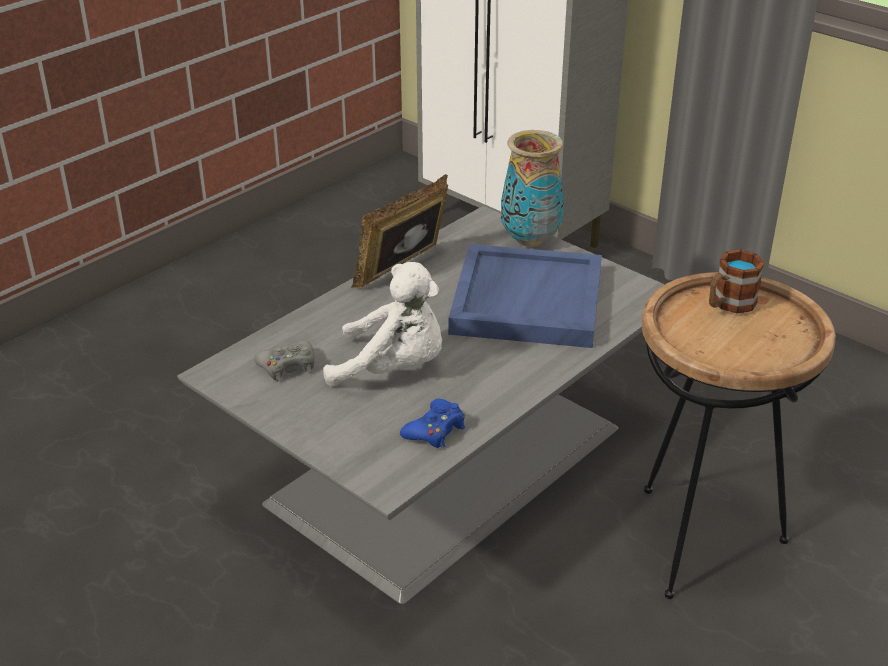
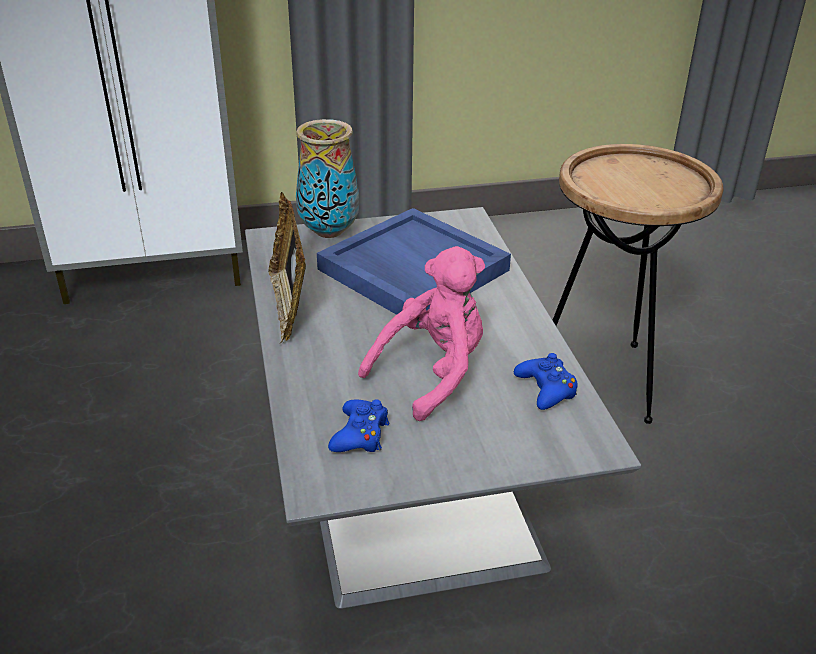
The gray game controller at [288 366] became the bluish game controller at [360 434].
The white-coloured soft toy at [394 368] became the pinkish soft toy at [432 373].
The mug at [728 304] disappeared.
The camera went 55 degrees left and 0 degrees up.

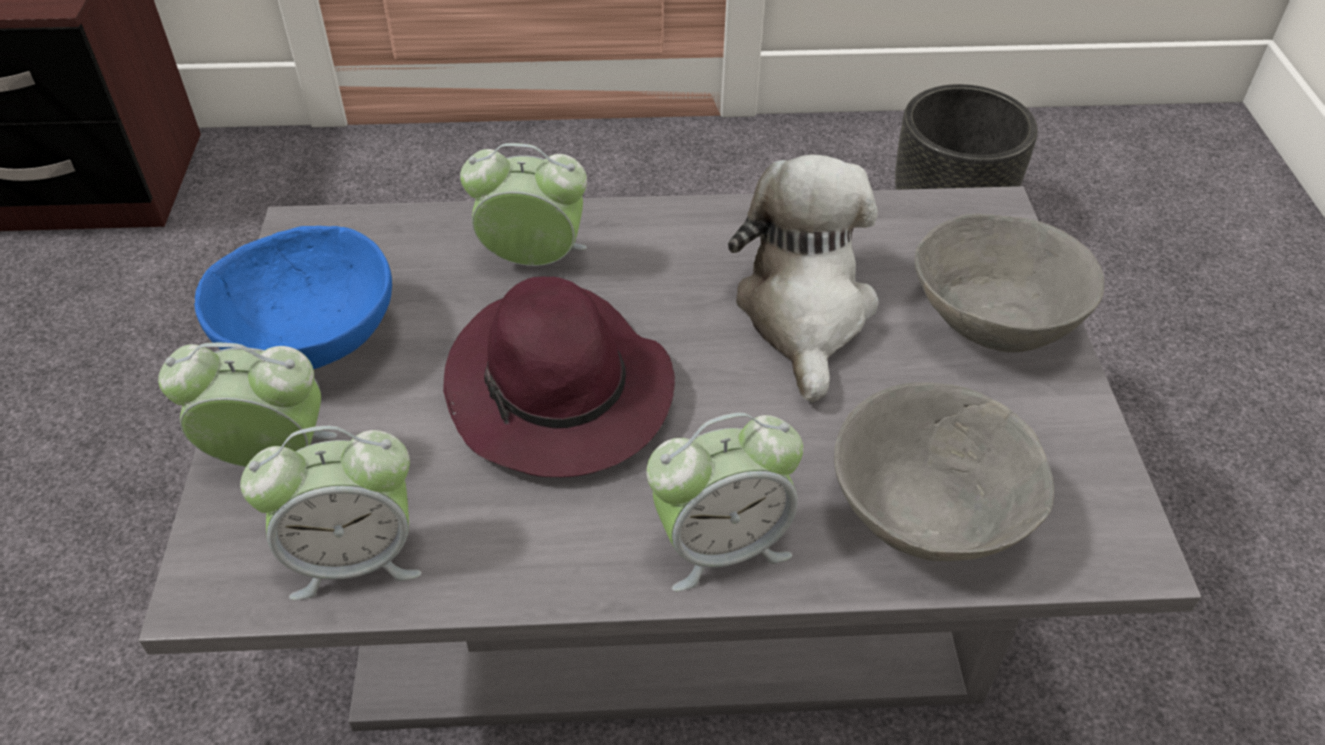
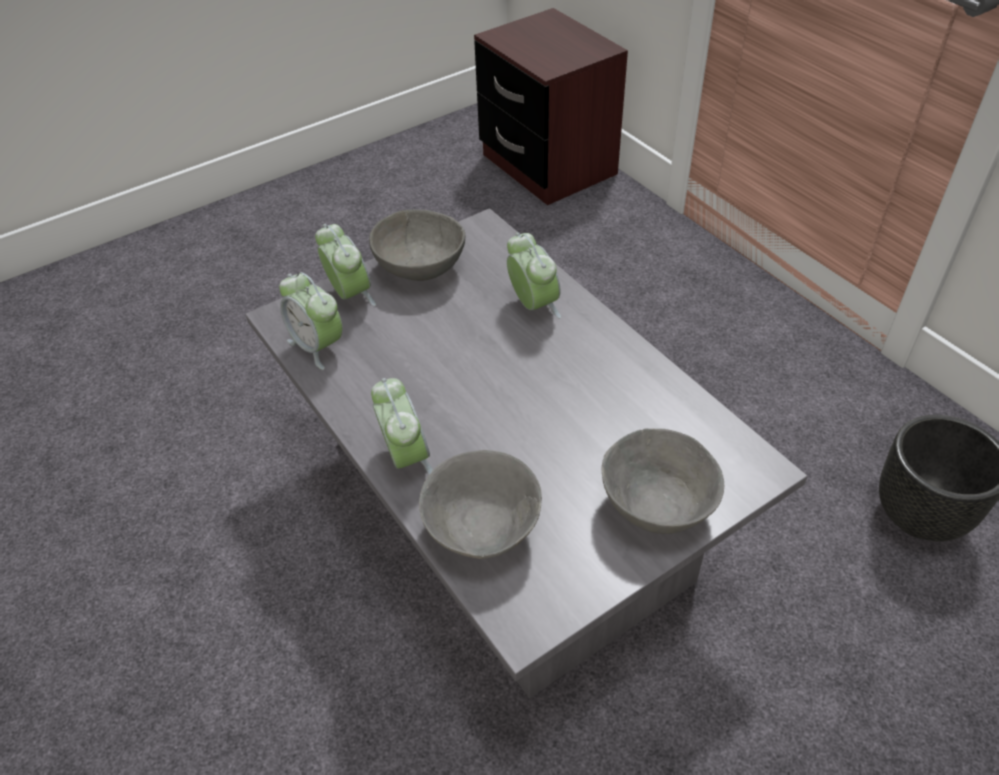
The bluish deep dish at [309 342] became the gray deep dish at [419 268].
The table clock at [721 545] turned 150 degrees counterclockwise.
The purple-coloured clothing hat at [560 393] disappeared.
The soft toy at [804 314] disappeared.
The camera went 60 degrees right and 0 degrees up.

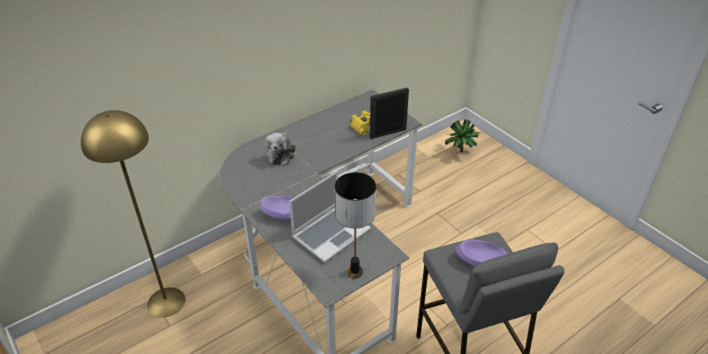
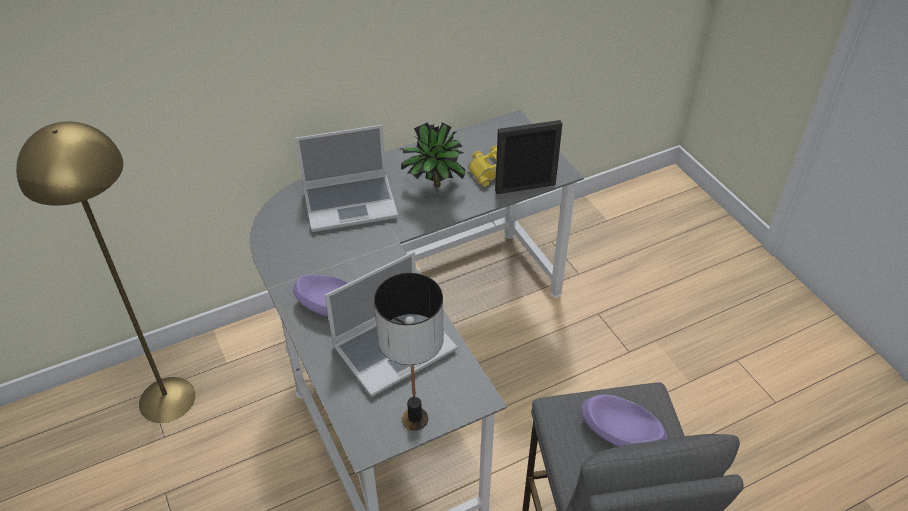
The soft toy at [280 154] was replaced by the laptop at [351 203].
The potted plant moved from [460 152] to [433 188].
The camera went 10 degrees right and 5 degrees up.

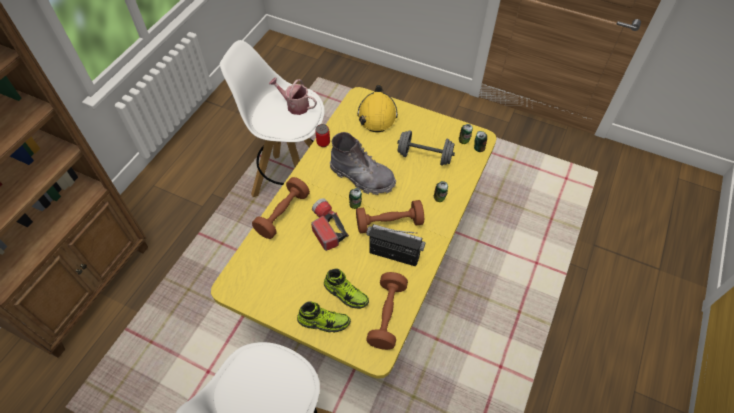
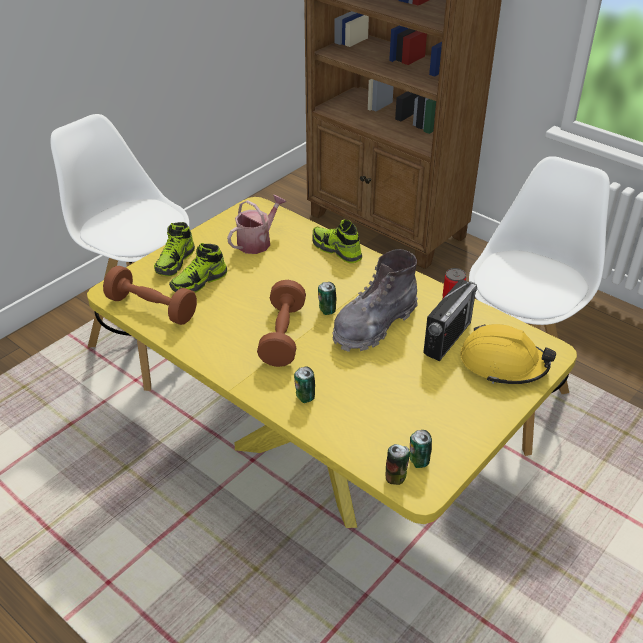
The sprinkling can moved from [295 105] to [257 242].
The brown dumbbell at [283 214] was replaced by the shoe at [336 250].
The radio set moved from [394 254] to [447 338].
The torch at [326 228] disappeared.
The gray dumbbell at [424 156] disappeared.
The camera went 105 degrees right and 15 degrees down.

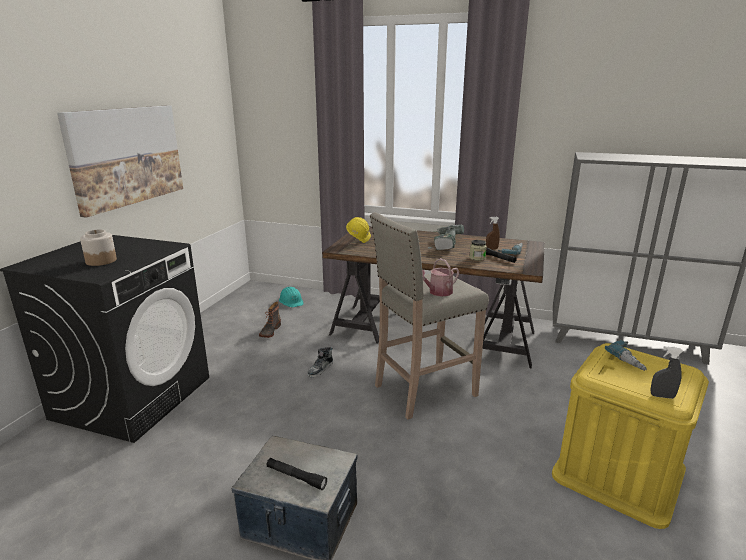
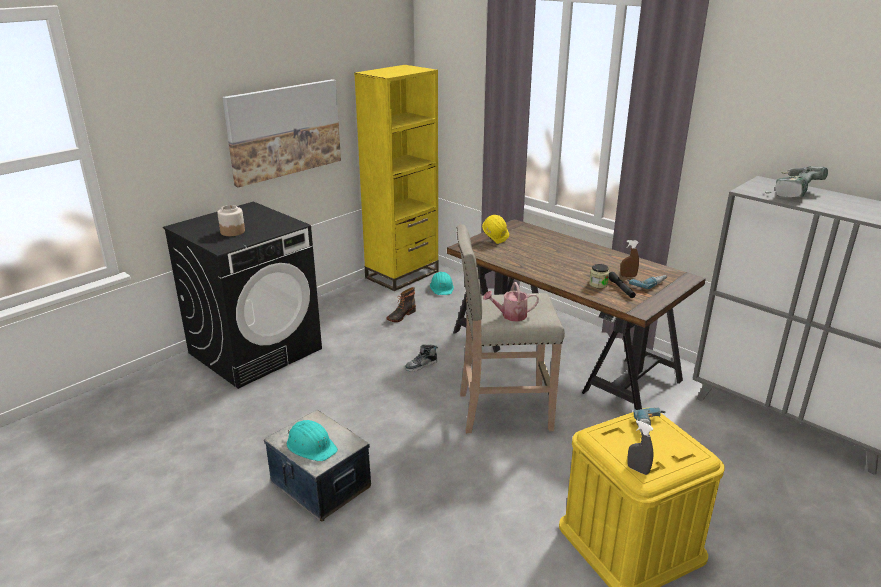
The blackish torch at [296 477] was replaced by the turquoise safety helmet at [311 446].
The yellowish bookcase at [402 274] appeared.
The electric drill moved from [444 245] to [792 192].
The camera went 25 degrees right and 5 degrees up.

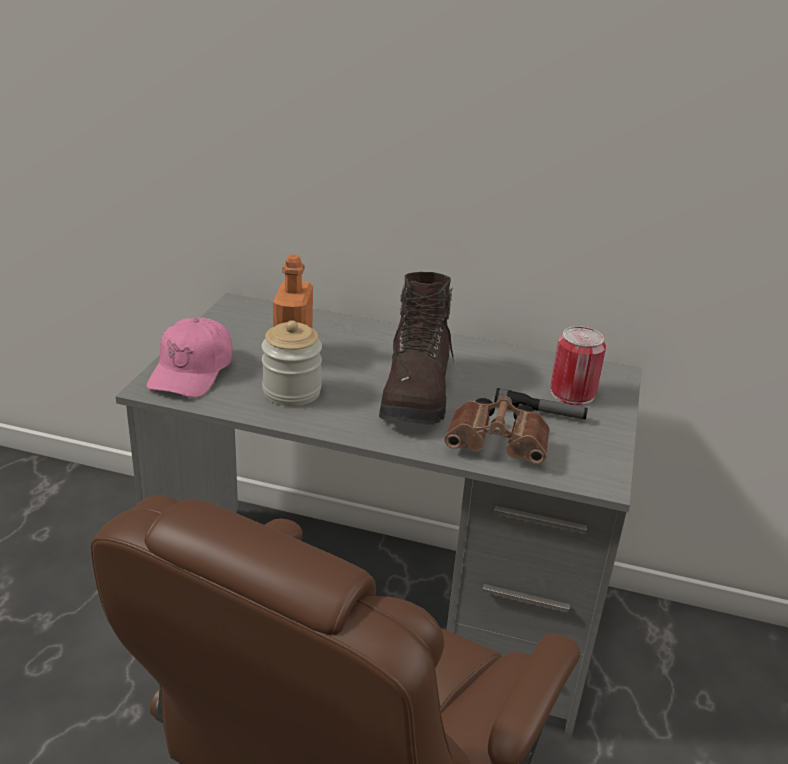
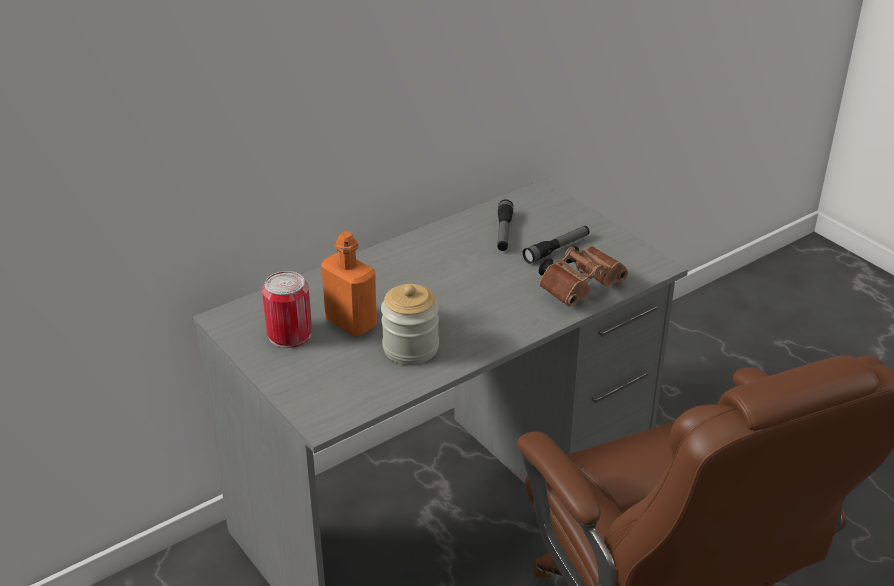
The sealed can moved from [572 393] to [289 334].
The torch at [503 232] appeared.
The pinkish cap at [192 371] disappeared.
The brown boot at [416 393] disappeared.
The camera went 50 degrees left and 5 degrees up.

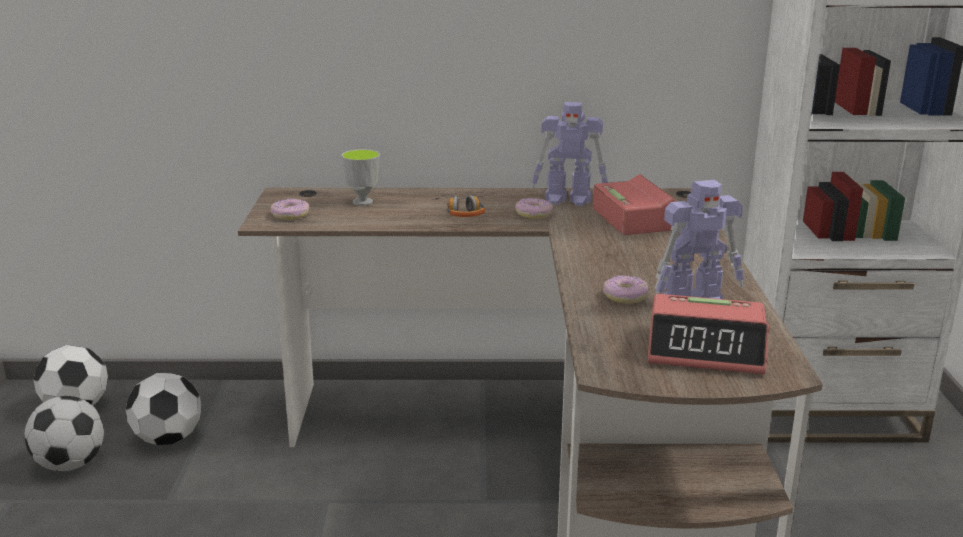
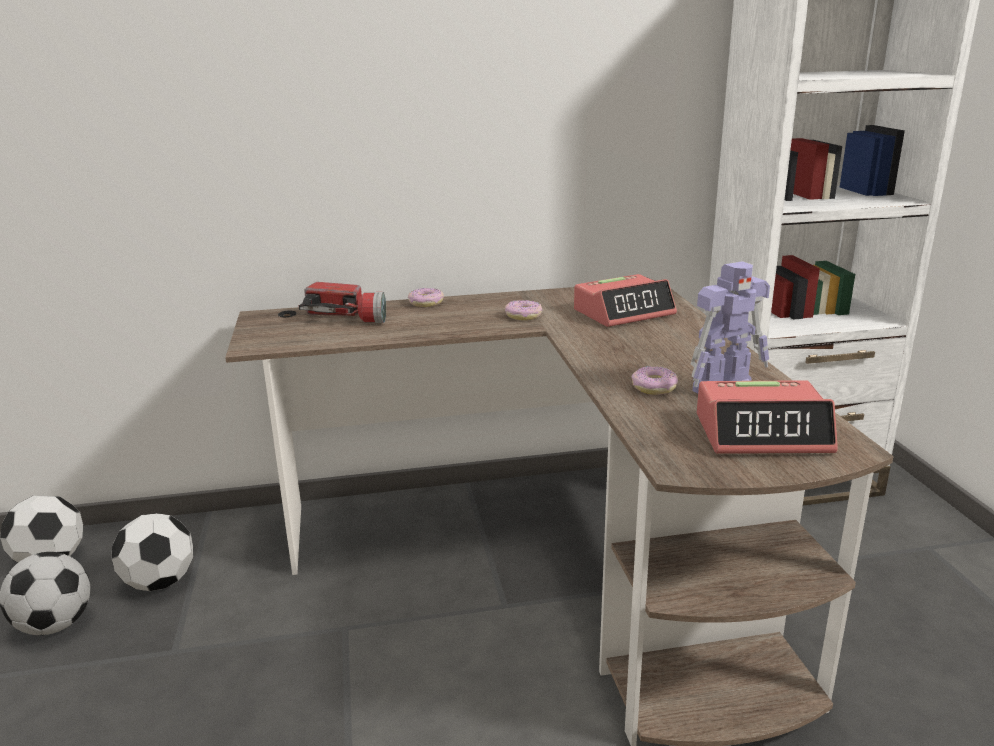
The small cup at [362 202] was replaced by the torch at [347 318].
The donut moved from [290 215] to [426 303].
The table clock at [637 219] turned 90 degrees clockwise.
The headphones at [463 211] disappeared.
The model robot at [569 200] disappeared.
The camera went 10 degrees left and 0 degrees up.

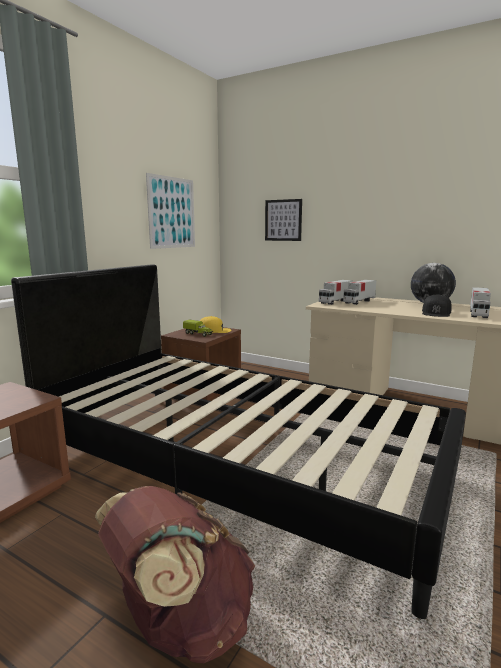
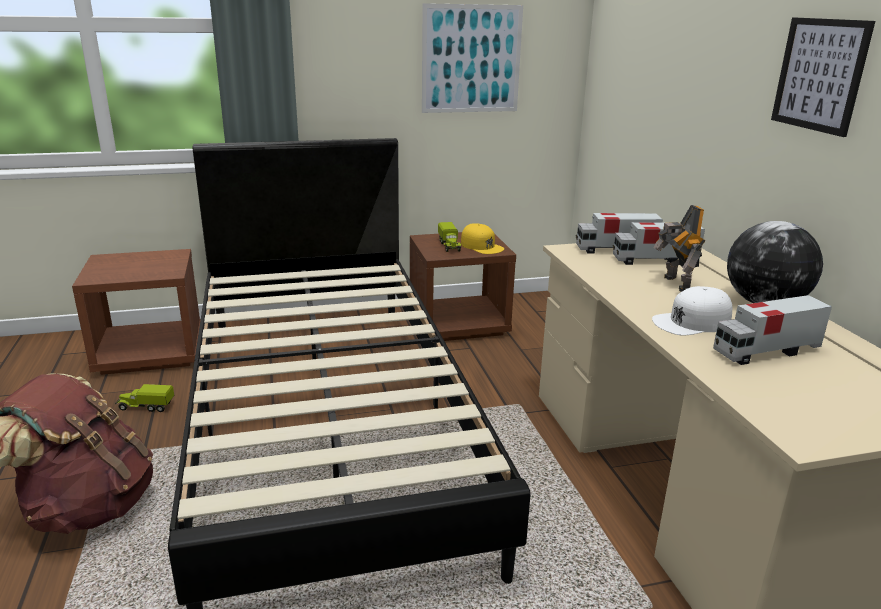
The model truck at [145 407] appeared.
The blackish cap at [436 312] became the white-coloured cap at [692 322].
The model robot at [674 284] appeared.
The wall art moved from [283 220] to [819 75].
The camera went 45 degrees right and 10 degrees up.

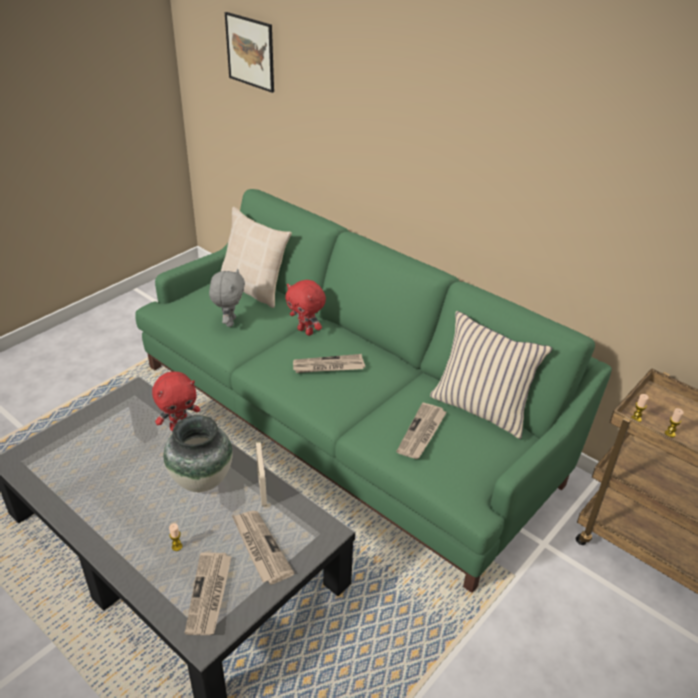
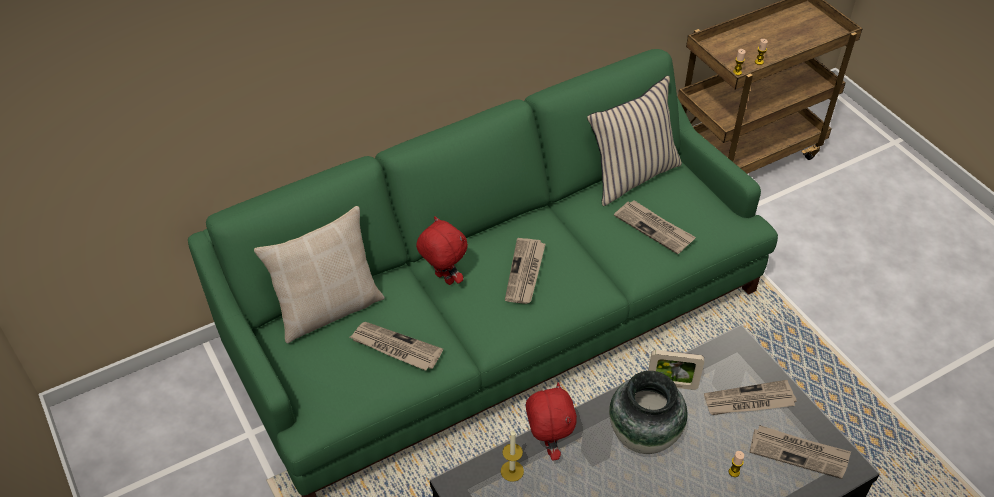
The gray soft toy at [229 322] was replaced by the newspaper at [395 348].
The red soft toy at [306 331] turned 105 degrees counterclockwise.
The candle at [512 471] appeared.
The wall art at [250 52] disappeared.
The camera went 70 degrees left and 10 degrees up.

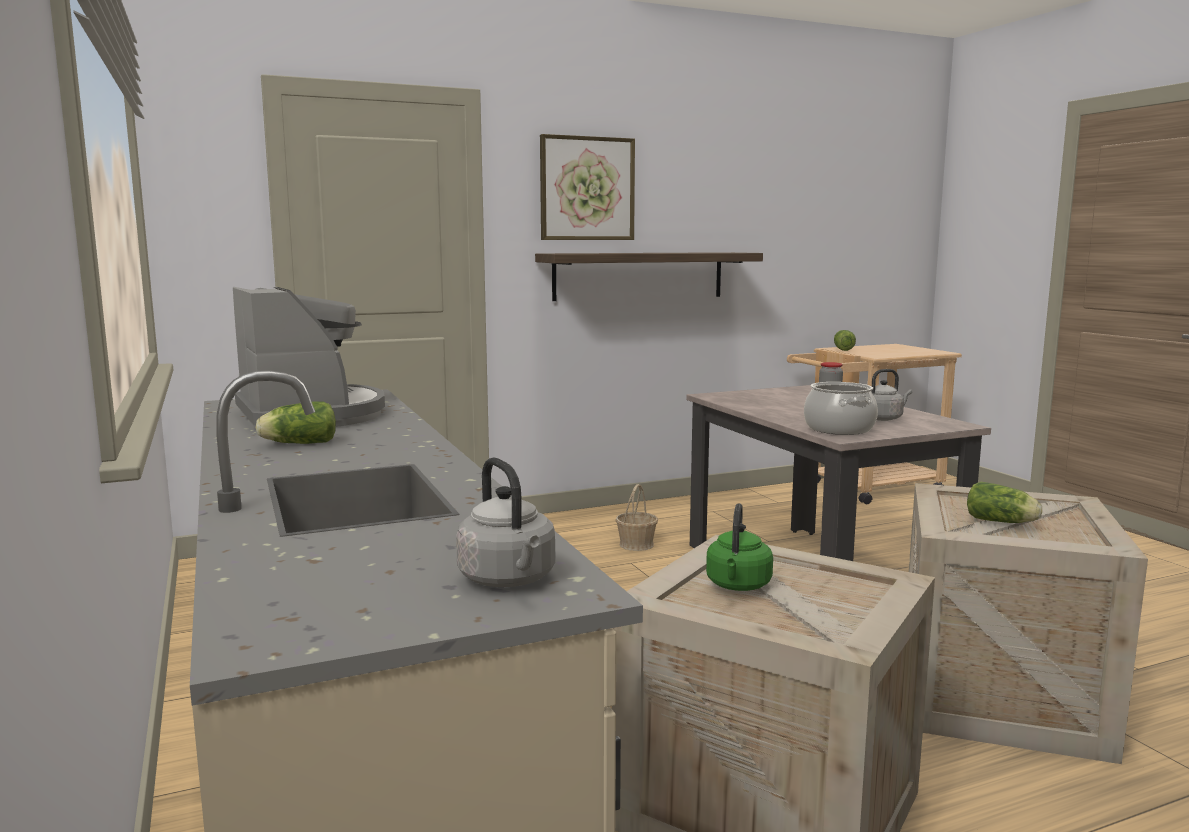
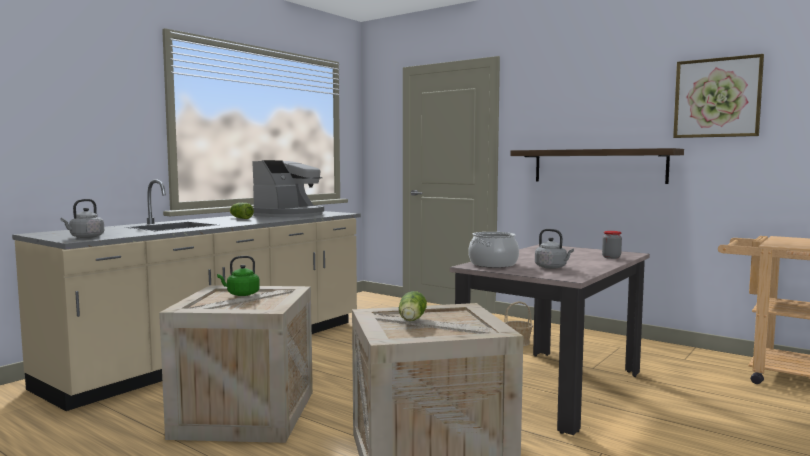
The wall art moved from [587 189] to [717 98].
The lettuce head at [843 349] disappeared.
The camera went 60 degrees right and 5 degrees down.

